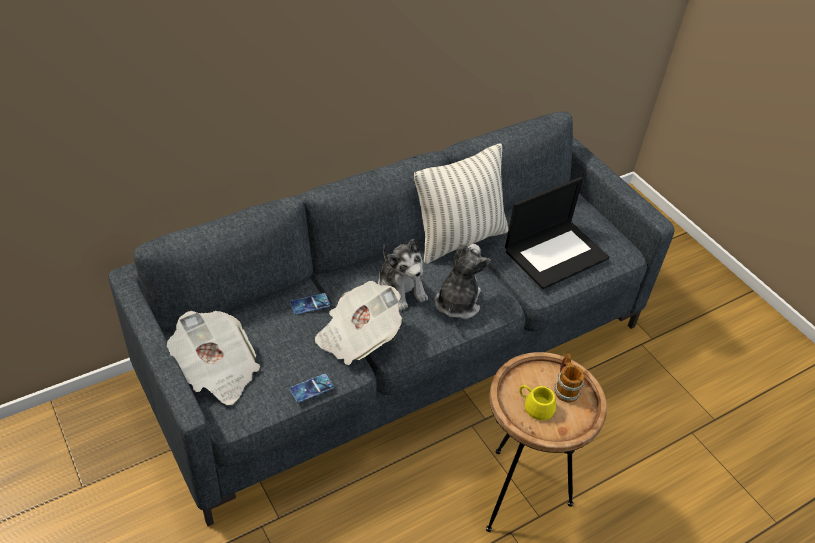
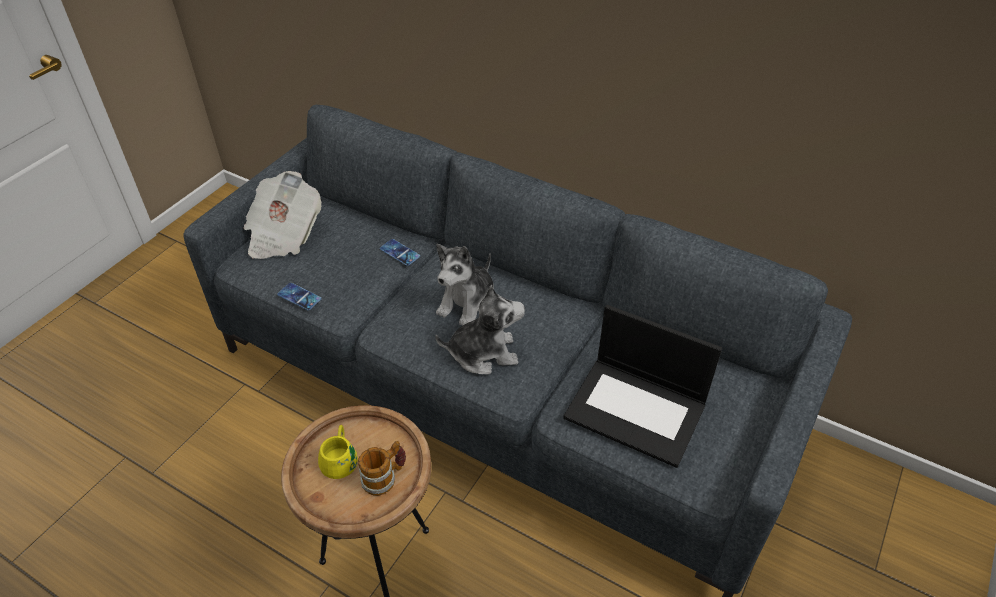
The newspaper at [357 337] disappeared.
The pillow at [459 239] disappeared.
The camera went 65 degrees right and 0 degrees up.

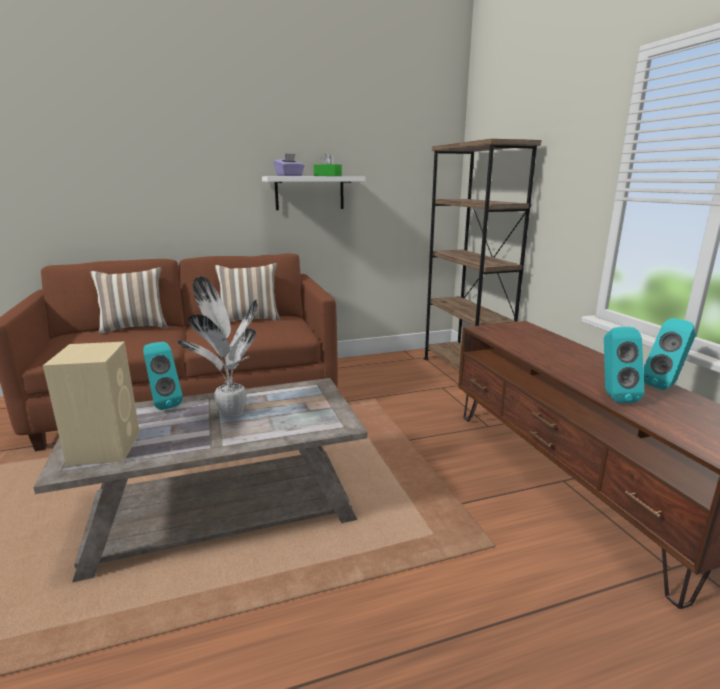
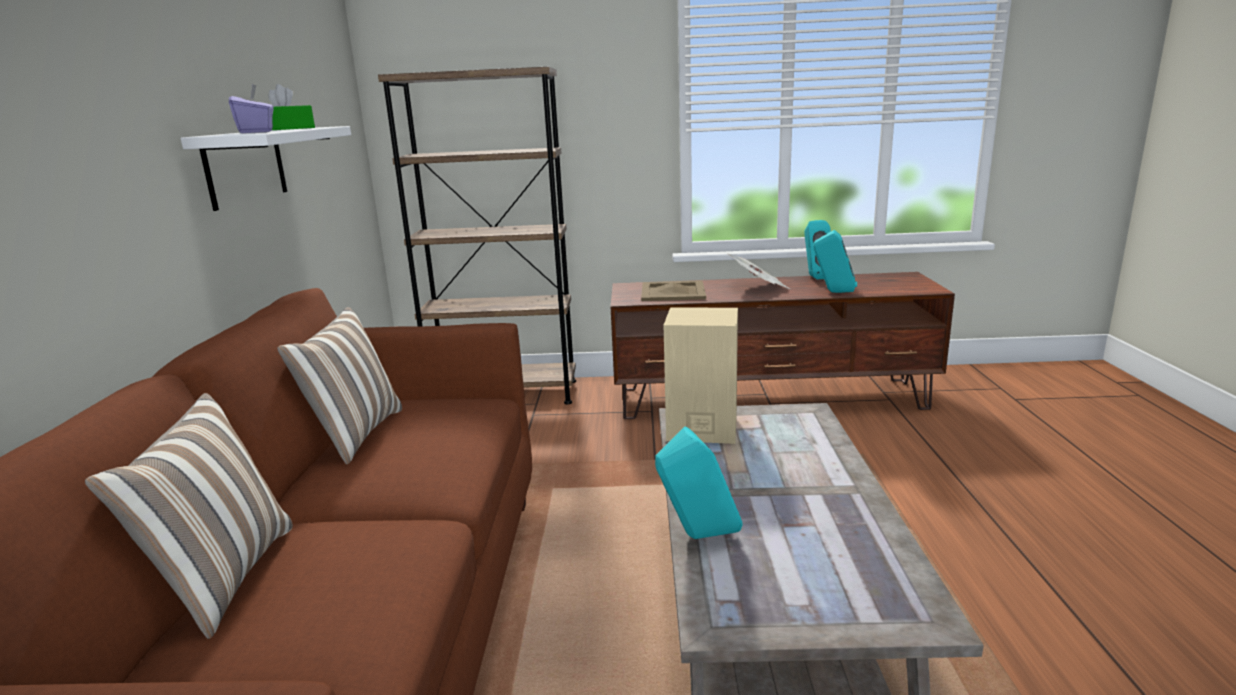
The sand-coloured carrying tray at [673 292] appeared.
The sand-coloured loudspeaker moved from [105 447] to [700 429].
The newspaper at [759 288] appeared.
The potted plant at [231 412] disappeared.
The camera went 70 degrees left and 0 degrees up.

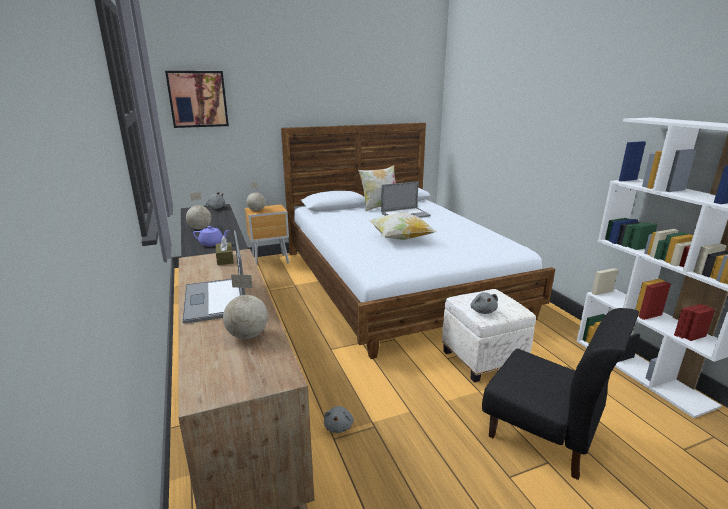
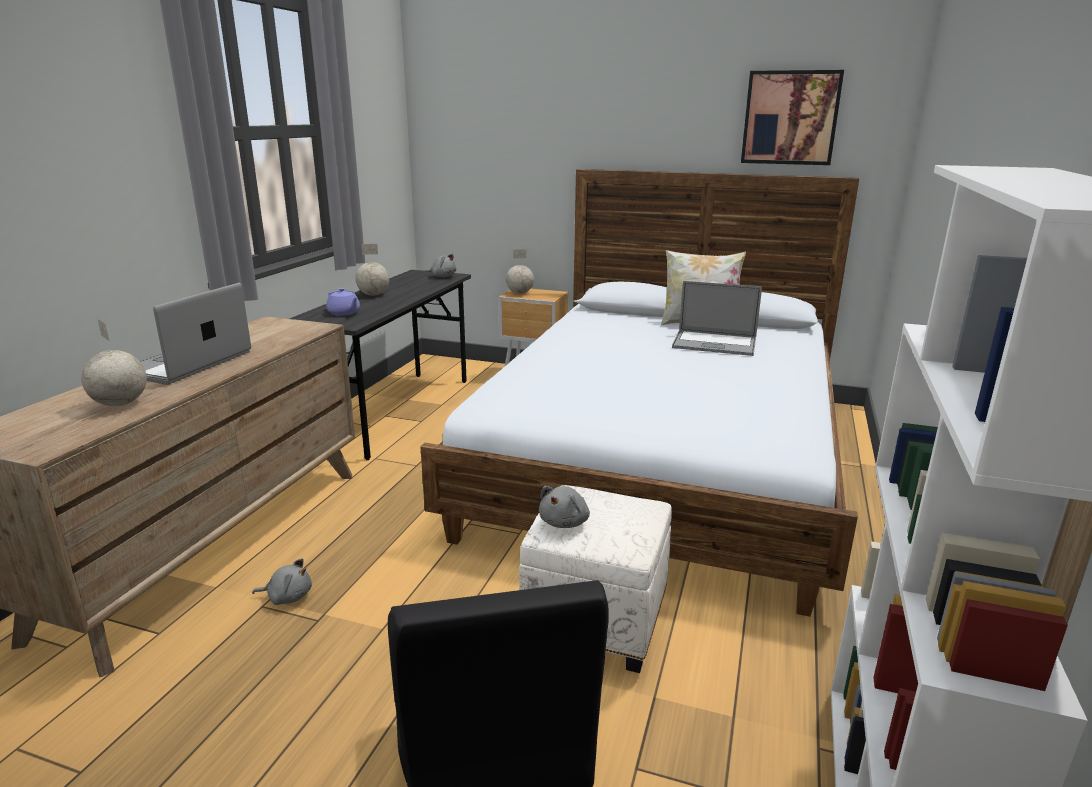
The gray soft toy at [339 426] turned 135 degrees counterclockwise.
The wall art moved from [198 99] to [790 118].
The brown tissue box at [225 259] disappeared.
The pillow at [400 239] disappeared.
The camera went 40 degrees right and 0 degrees up.

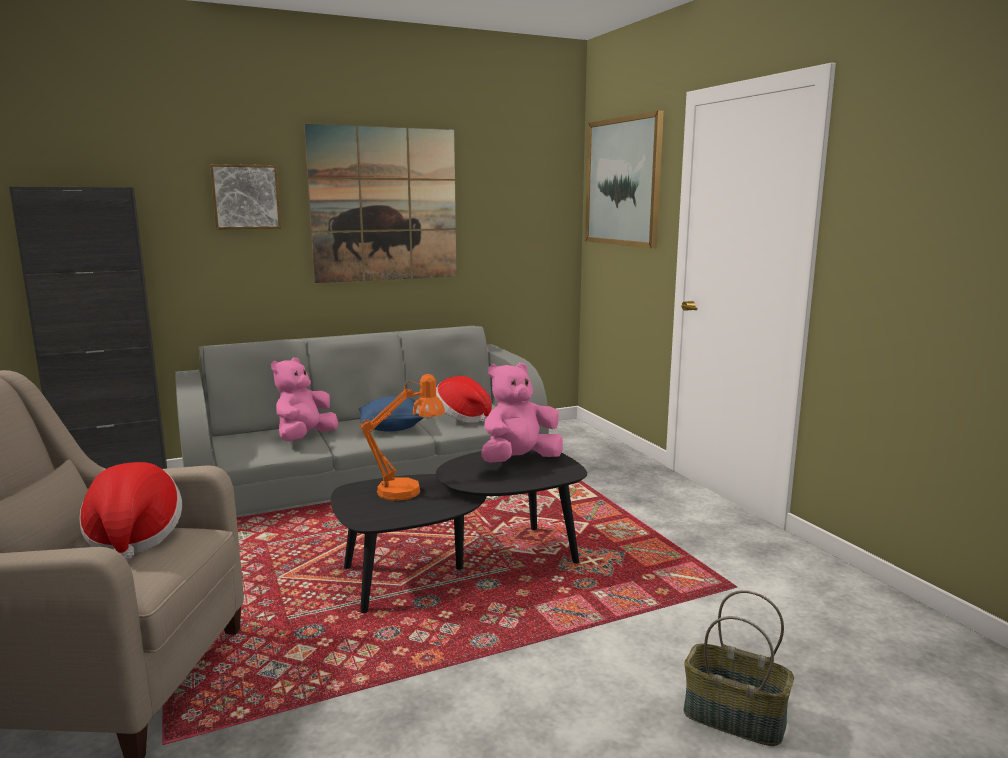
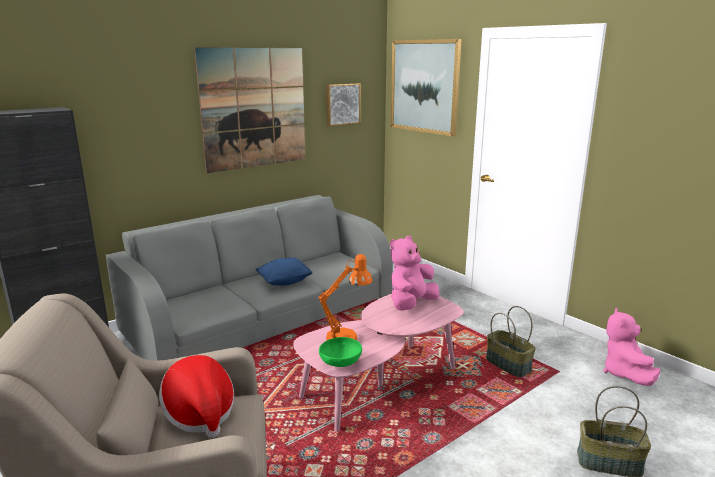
The blackish low table at [462 567] became the pinkish low table at [380 383].
The green deep dish at [340 363] appeared.
The wall art moved from [245 197] to [342 104].
The household basket at [509 365] appeared.
The pinkish soft toy moved from [304 438] to [625 374].
The clothing hat at [462 417] disappeared.
The camera went 15 degrees left and 5 degrees up.

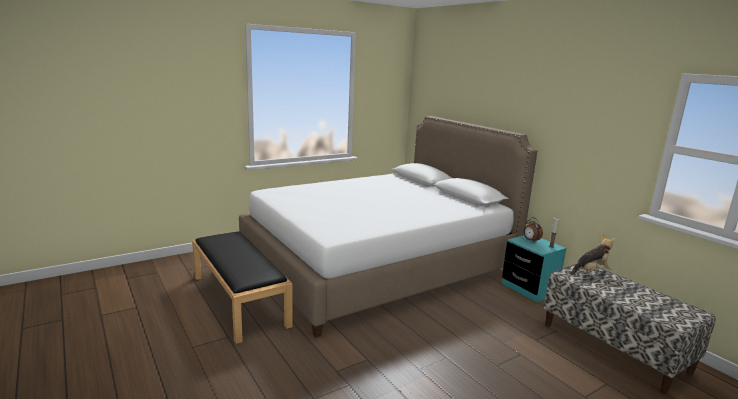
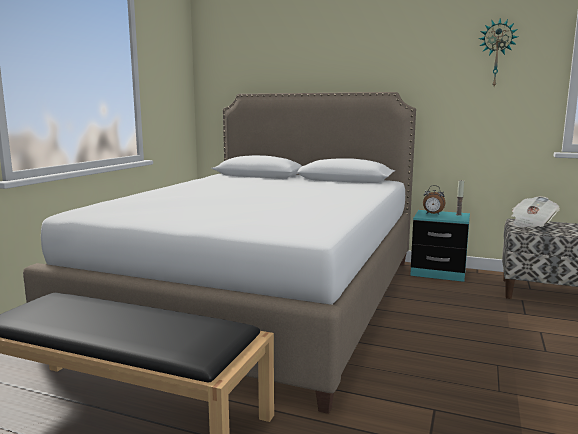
The wall clock at [496 53] appeared.
The soft toy at [591 272] was replaced by the newspaper at [531 224].
The camera went 35 degrees left and 5 degrees down.

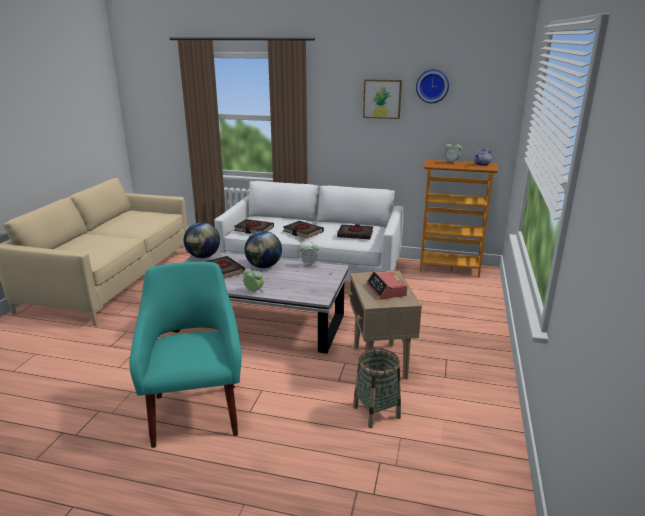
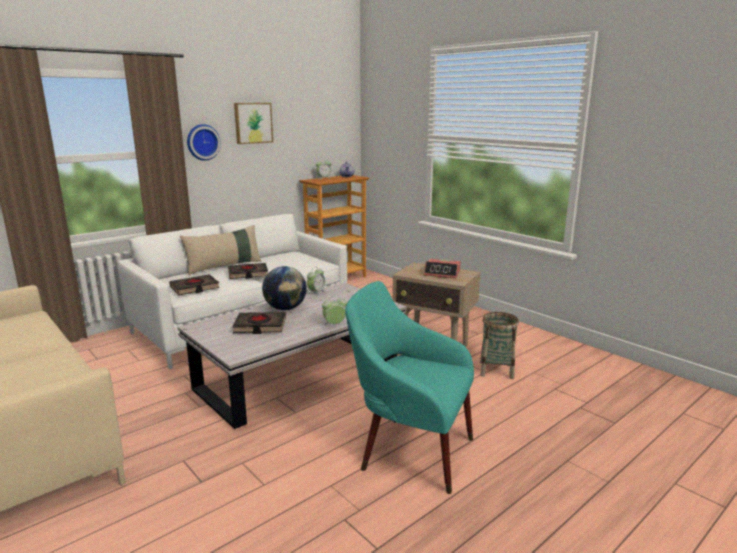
The sand-coloured pillow at [224 266] appeared.
The wall clock moved from [432 86] to [202 142].
The desk globe at [203 256] disappeared.
The blackish bound book at [355 234] disappeared.
The camera went 55 degrees left and 5 degrees down.

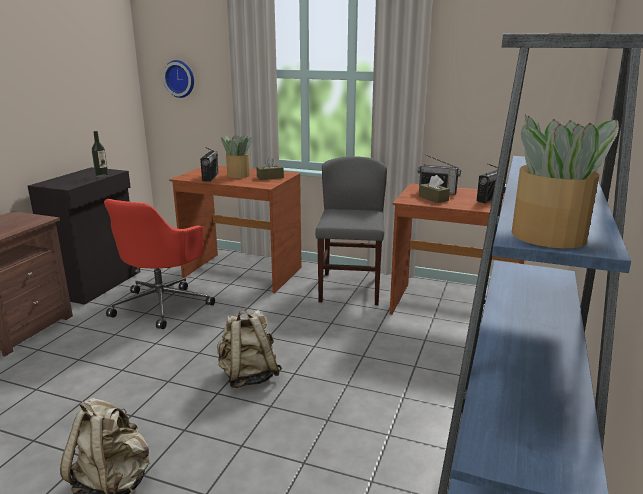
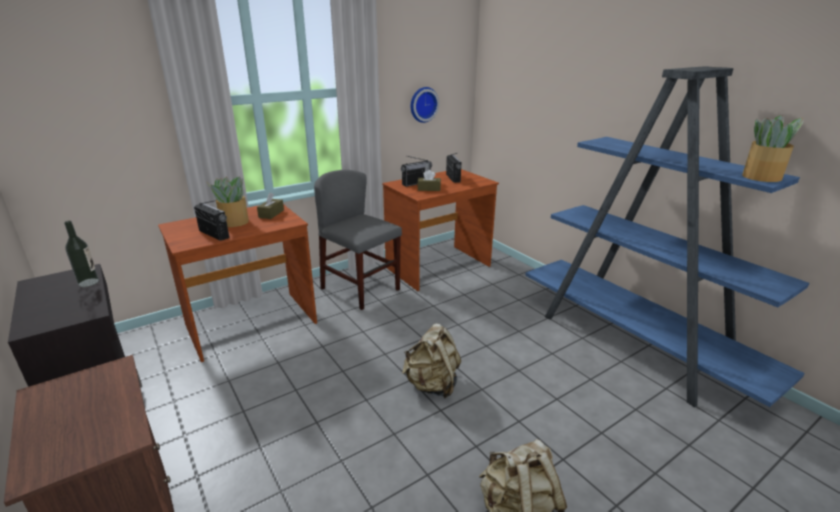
The wall clock moved from [180 78] to [423 104].
The red office chair at [163 305] disappeared.
The camera went 55 degrees left and 5 degrees up.

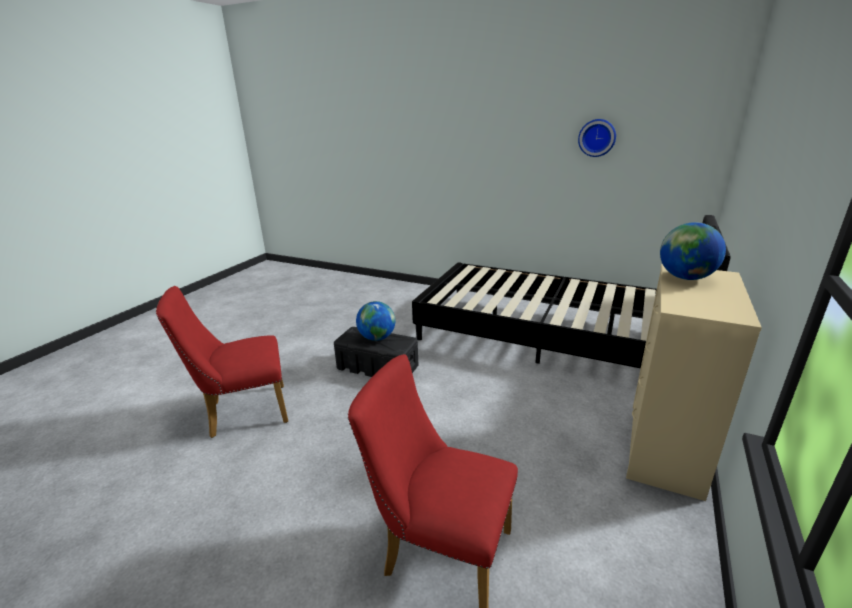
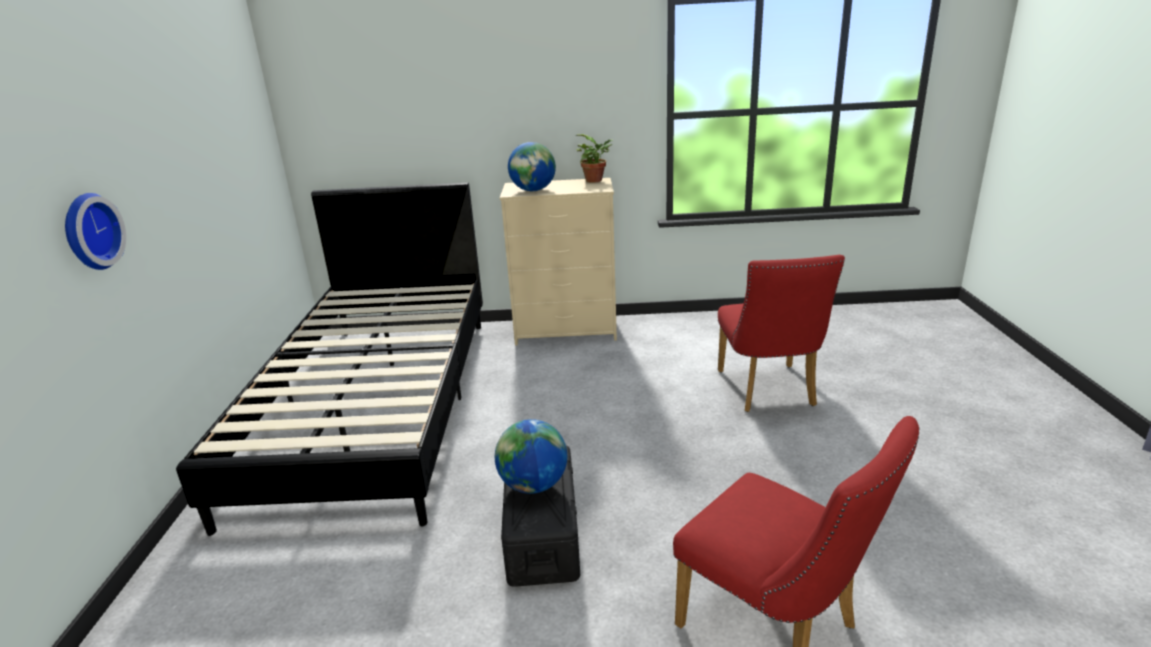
The wall clock moved from [597 137] to [89 232].
The potted plant at [596 180] appeared.
The camera went 115 degrees left and 0 degrees up.

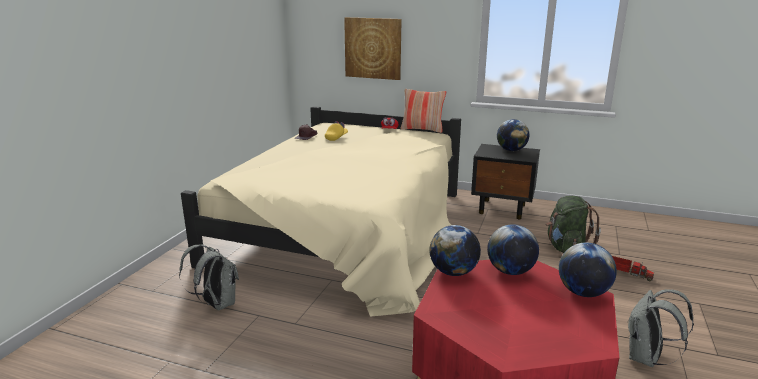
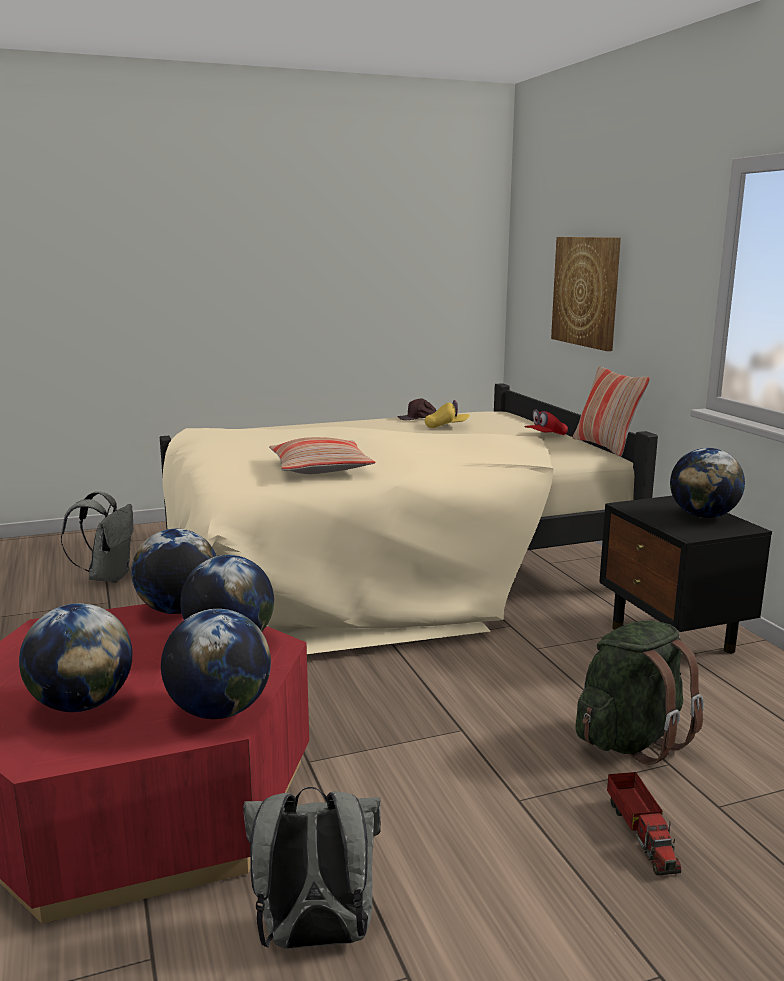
The desk globe at [82 704] appeared.
The pillow at [320 468] appeared.
The camera went 50 degrees right and 5 degrees down.

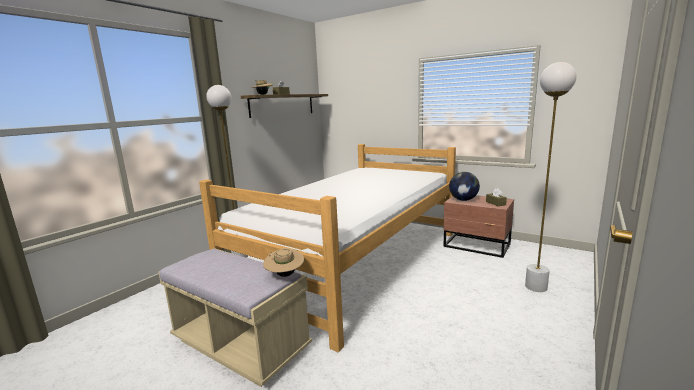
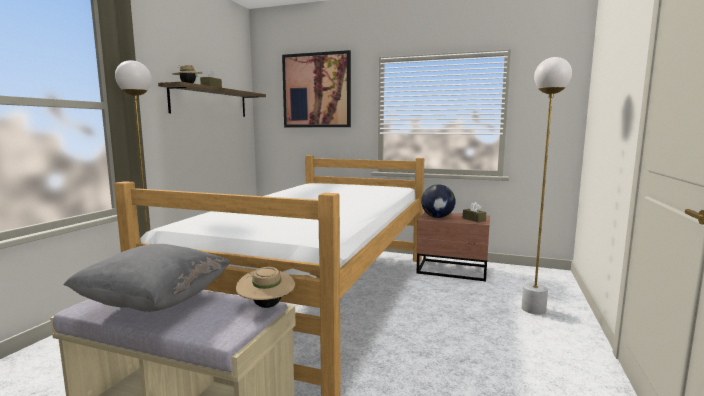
The gray pillow at [156 303] appeared.
The wall art at [316 90] appeared.
The camera went 15 degrees left and 5 degrees down.

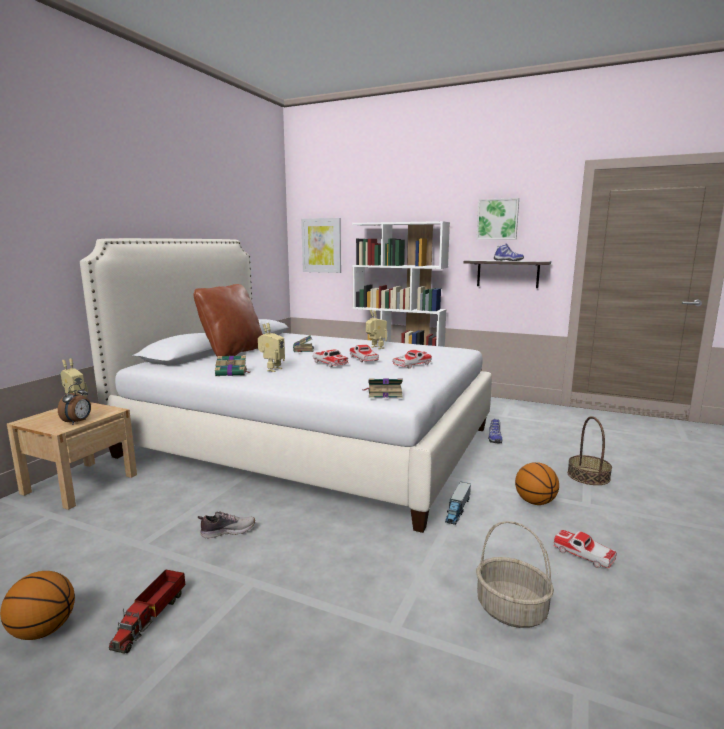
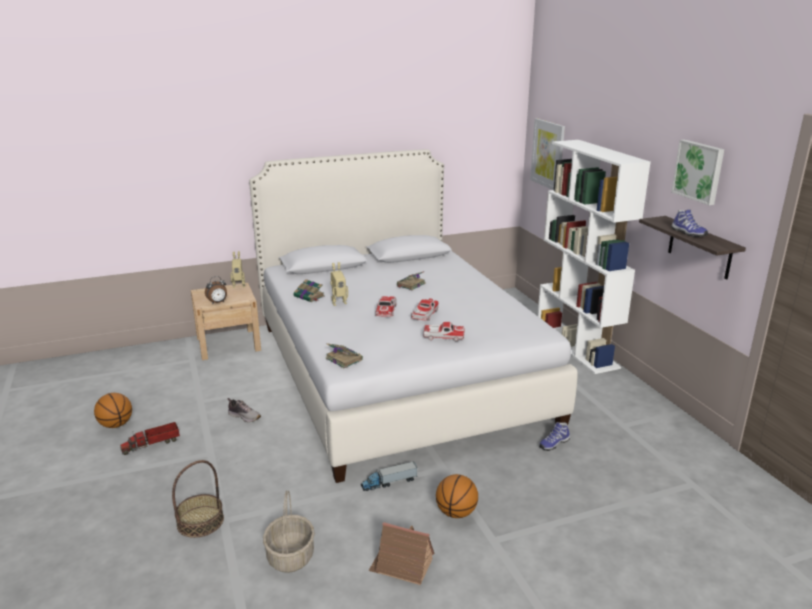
The household basket moved from [588 476] to [200 521].
The model car at [584 555] was replaced by the model house at [402 565].
The brown pillow at [232 353] disappeared.
The model robot at [375 348] disappeared.
The camera went 45 degrees right and 10 degrees up.

